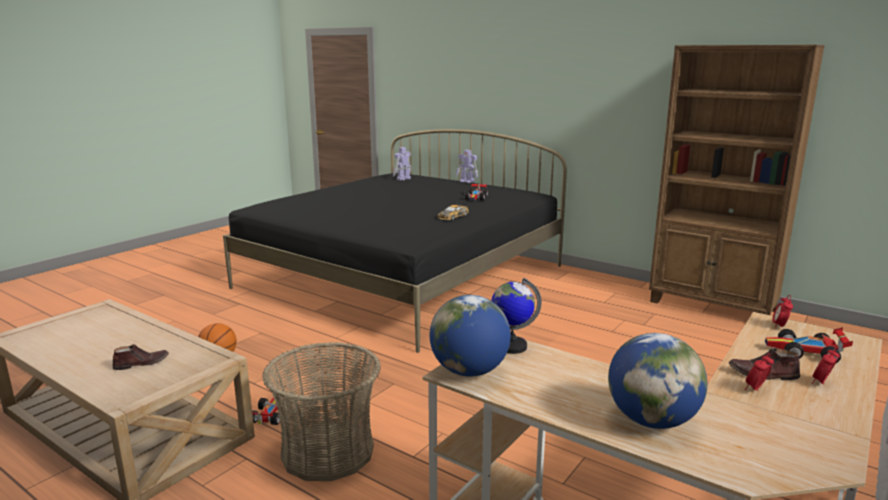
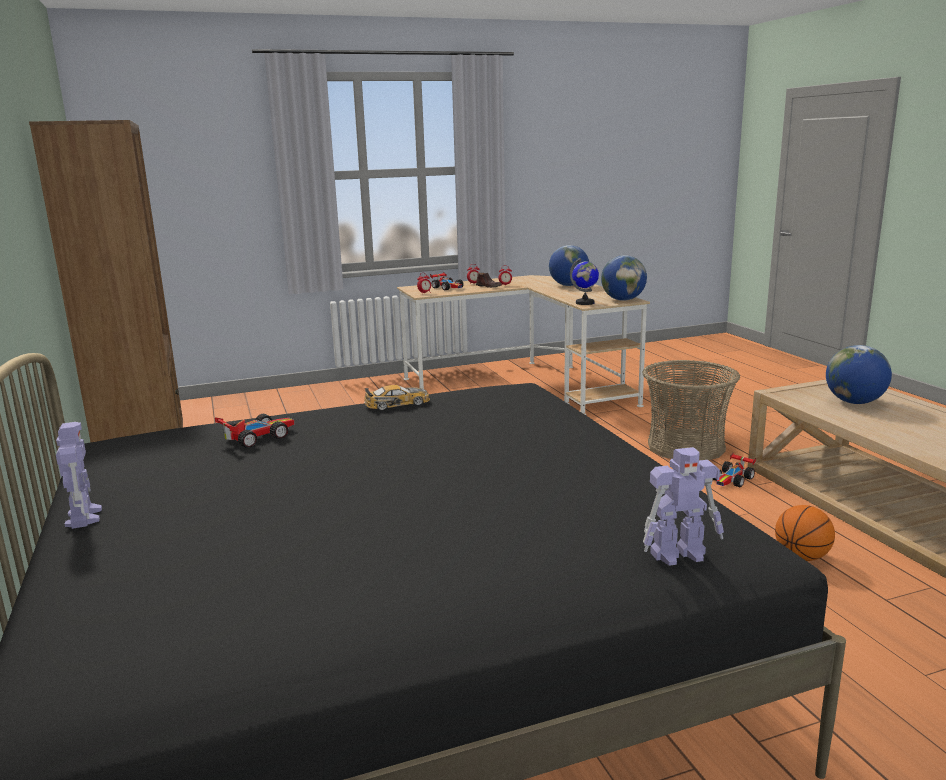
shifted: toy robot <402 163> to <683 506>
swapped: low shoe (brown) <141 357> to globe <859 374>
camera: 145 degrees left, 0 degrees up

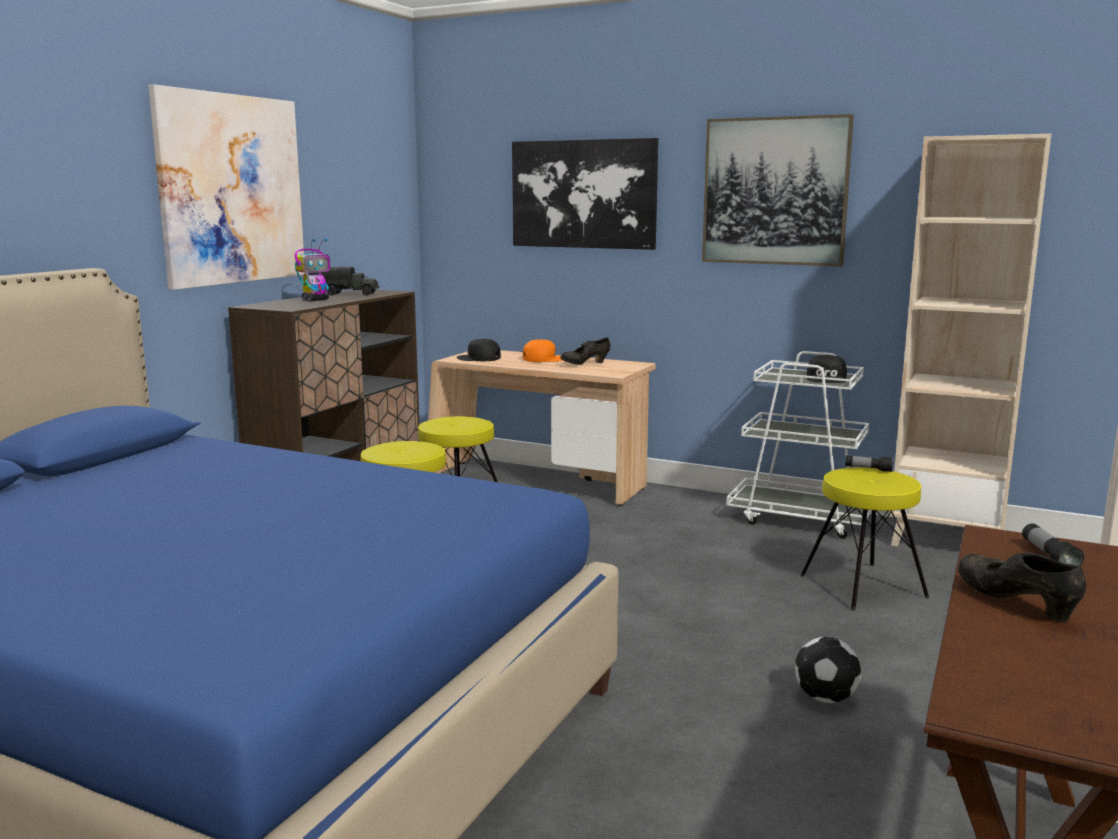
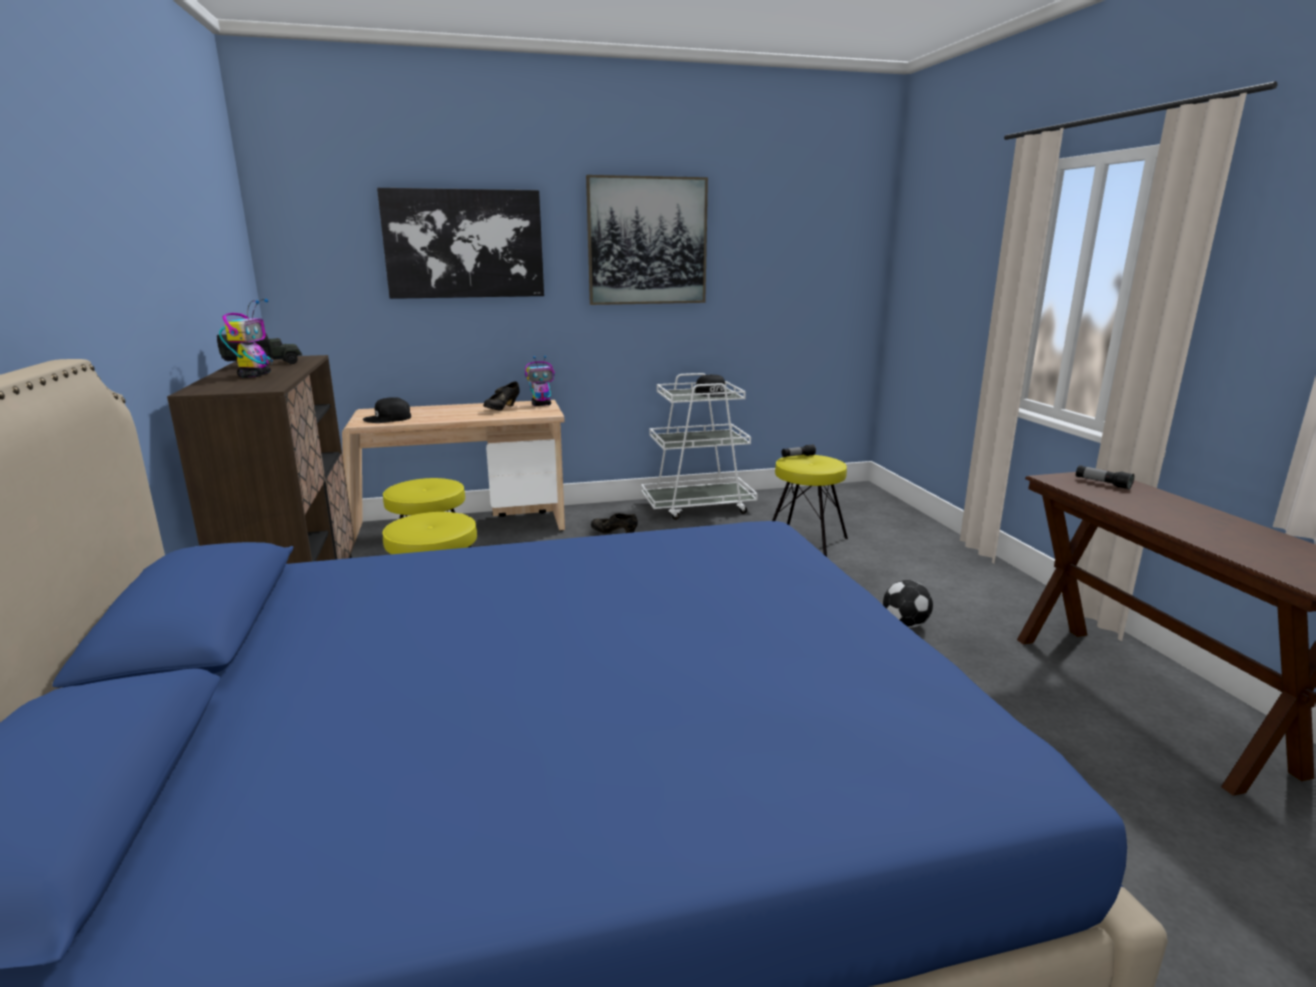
gone: wall art <226 187>; baseball cap (orange-coloured) <543 350>; bookshelf (beige-coloured) <970 340>
new: toy robot <540 380>
shifted: low shoe (black) <1022 587> to <614 523>
camera: 40 degrees left, 5 degrees up

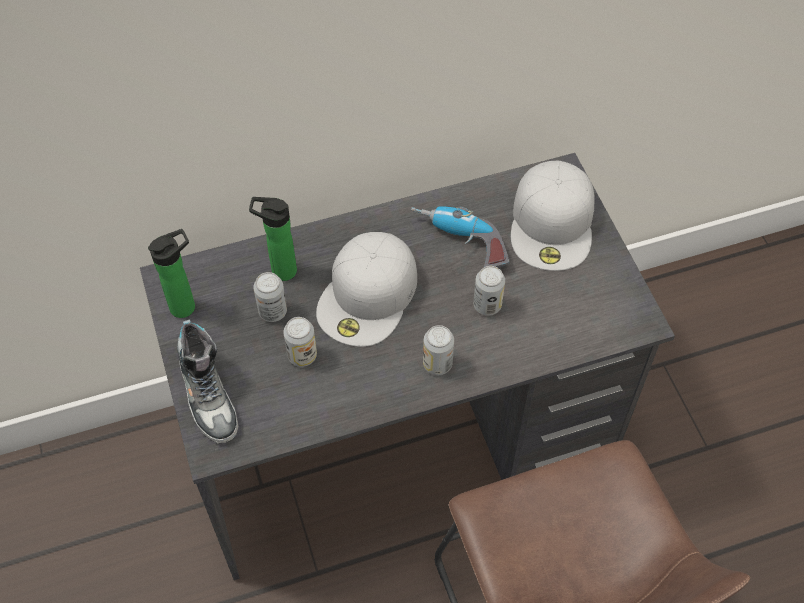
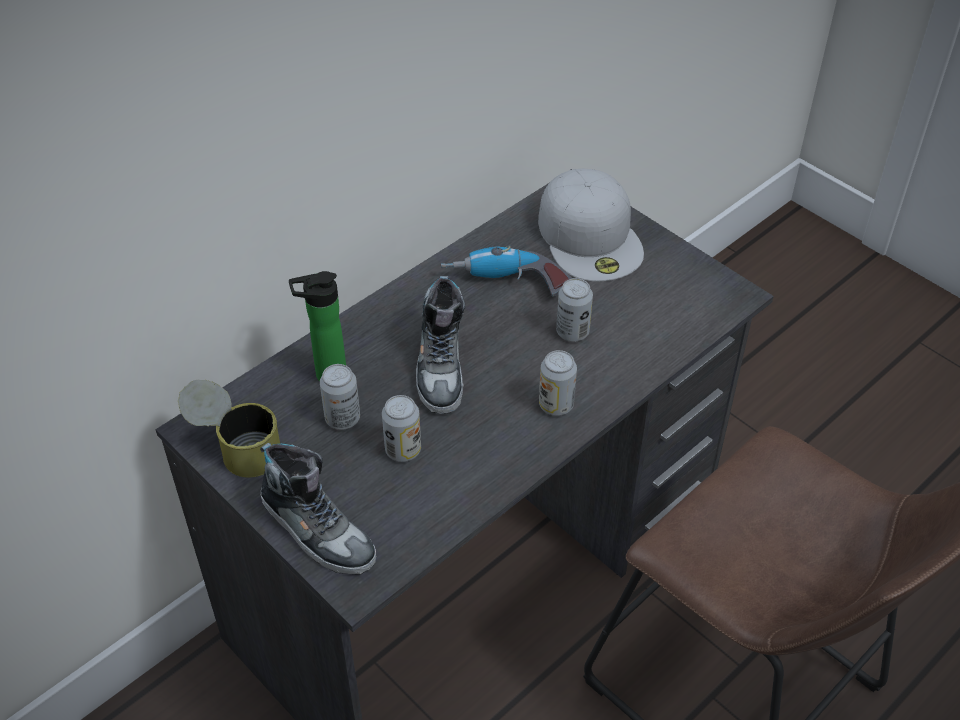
swapped: bottle <171 273> to can <229 429>; baseball cap (white-coloured) <366 289> to low shoe <441 345>
camera: 25 degrees left, 10 degrees down

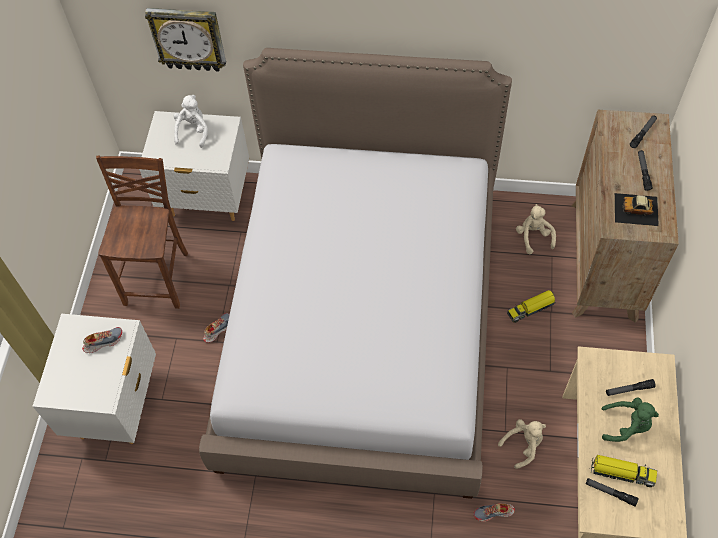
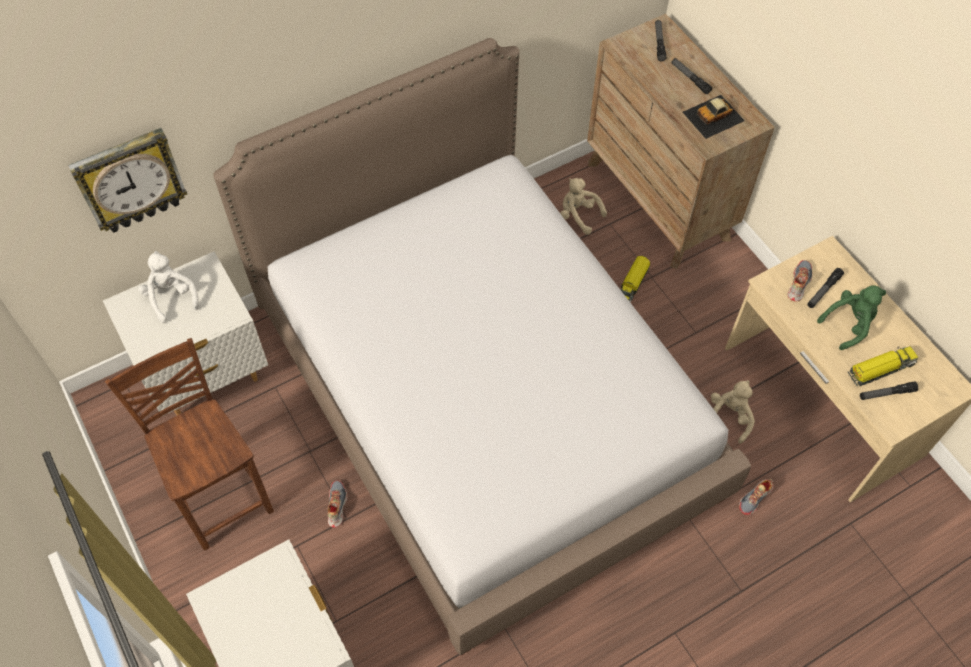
shifted: low shoe <102 340> to <800 280>
camera: 40 degrees left, 0 degrees up

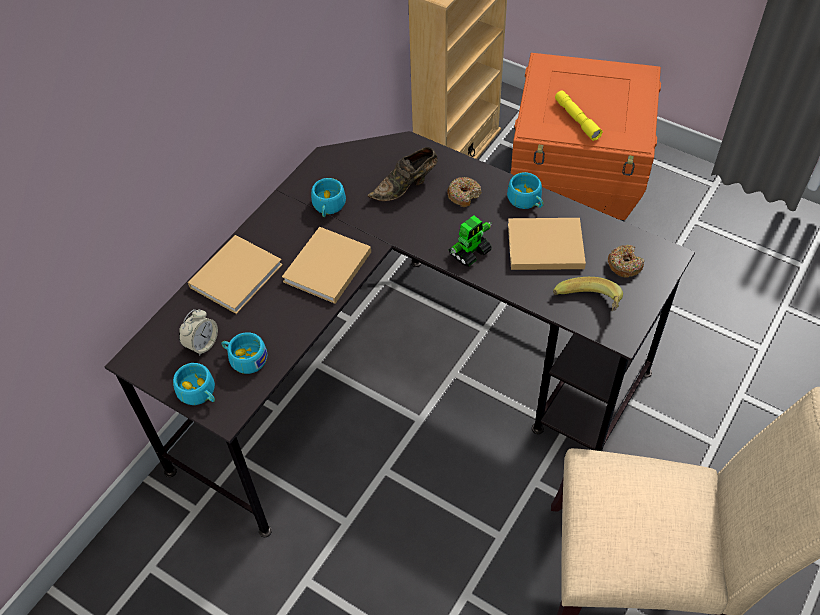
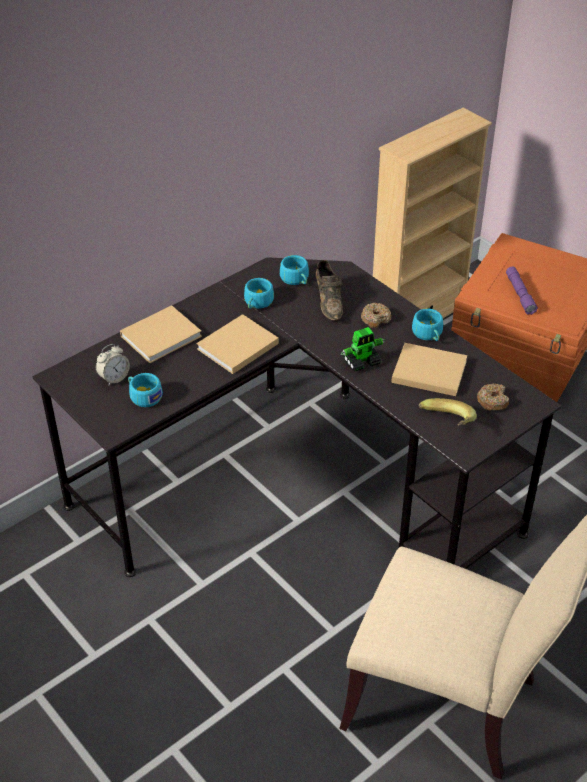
shifted: small cup (blue-green) <194 384> to <294 270>
repainted: flashlight (yellow-coloured) <579 115> to flashlight (purple) <522 291>
rotated: low shoe (brown) <403 174> = <329 290> 90 degrees counterclockwise
camera: 15 degrees right, 10 degrees down

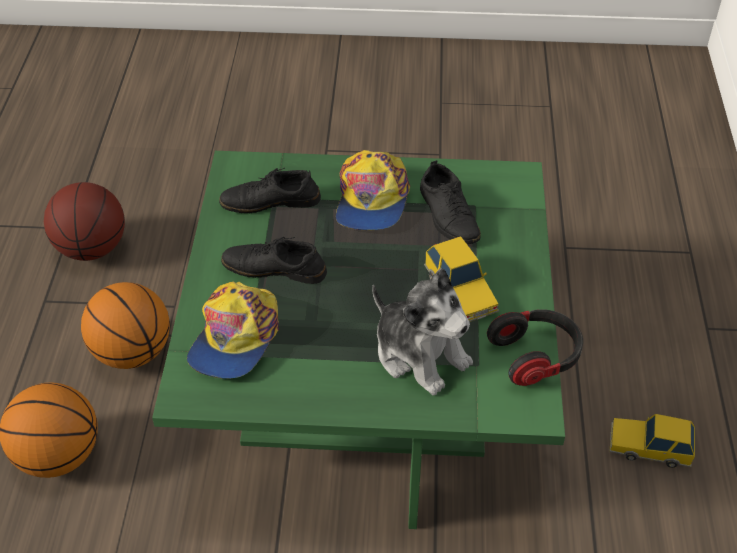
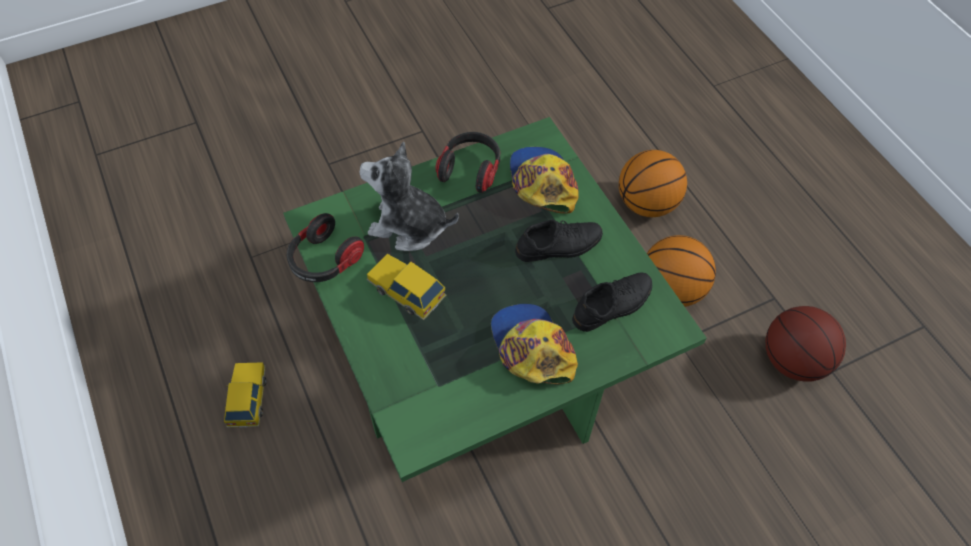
gone: low shoe (black) <450 202>
new: pair of headphones <467 162>
rotated: toy car <652 441> = <245 395> 75 degrees counterclockwise
camera: 150 degrees right, 10 degrees up

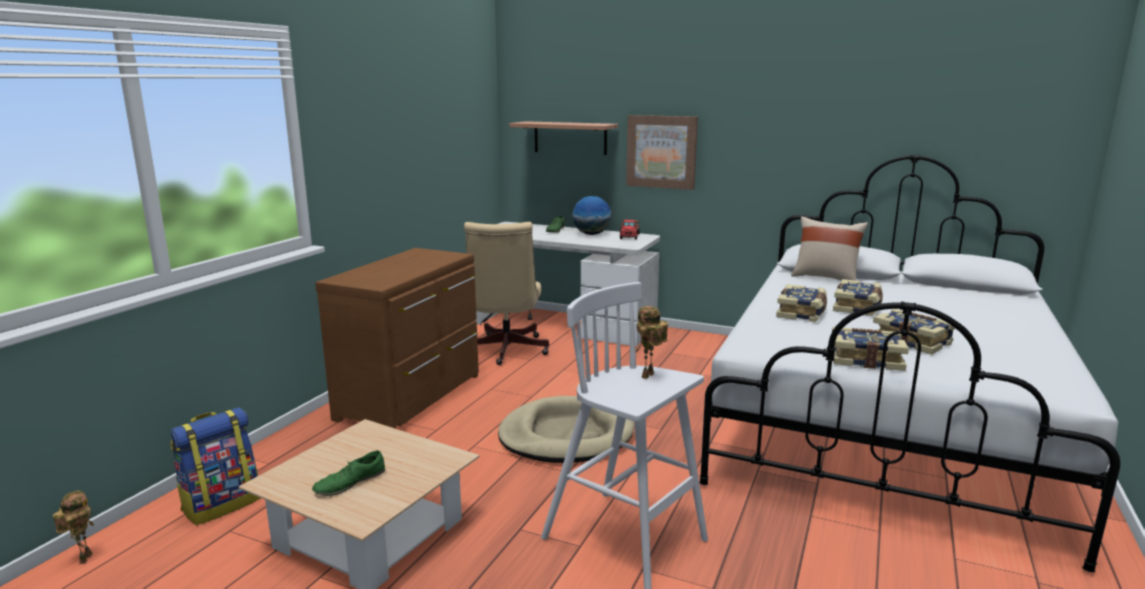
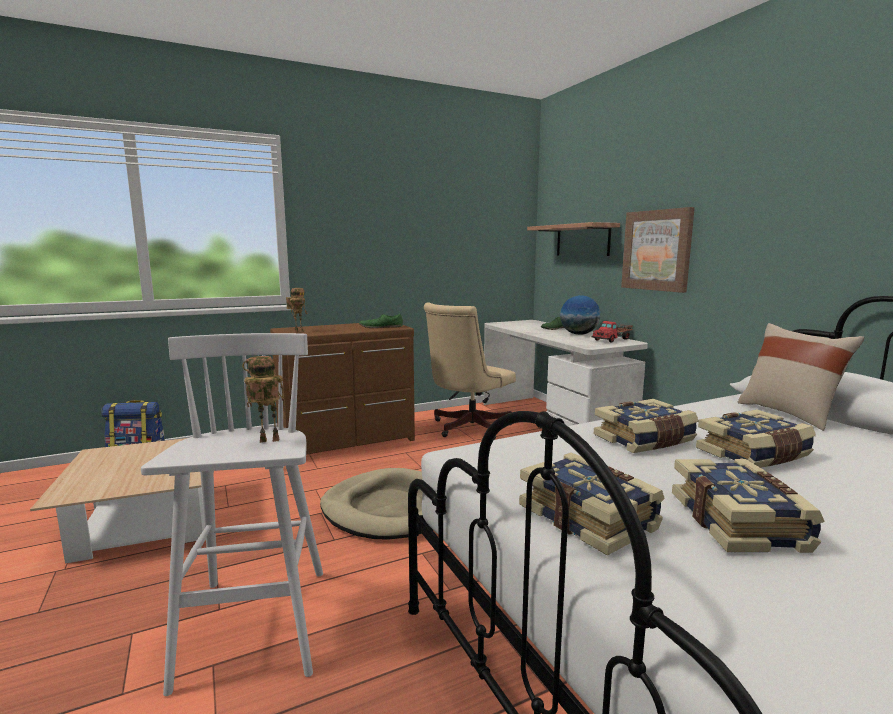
shifted: toy robot <73 527> to <297 310>; low shoe (green) <348 473> to <381 321>
camera: 40 degrees right, 5 degrees down

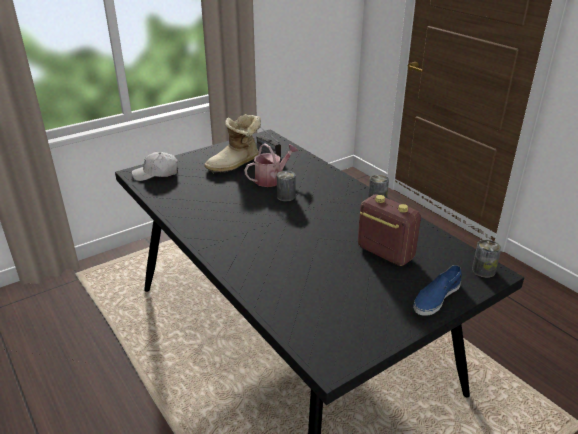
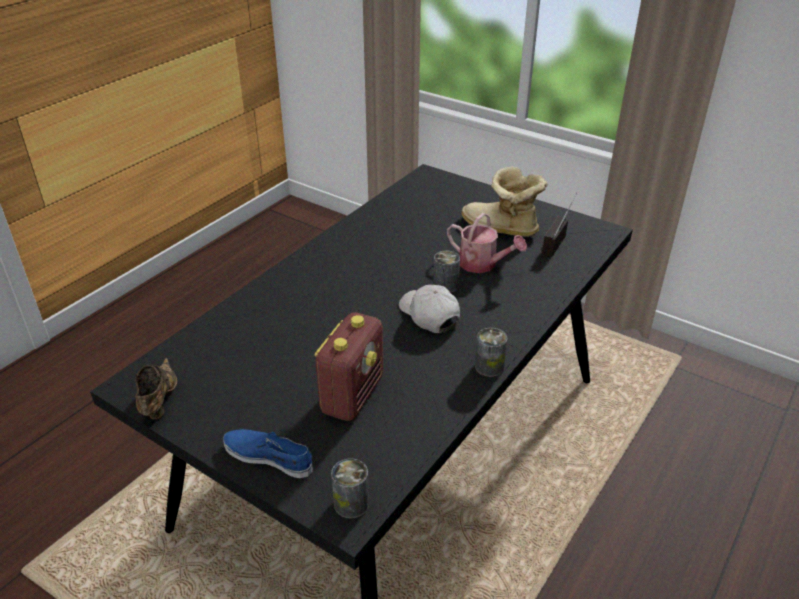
new: low shoe (brown) <156 389>
shifted: baseball cap (white-coloured) <155 166> to <429 309>
camera: 70 degrees right, 5 degrees up

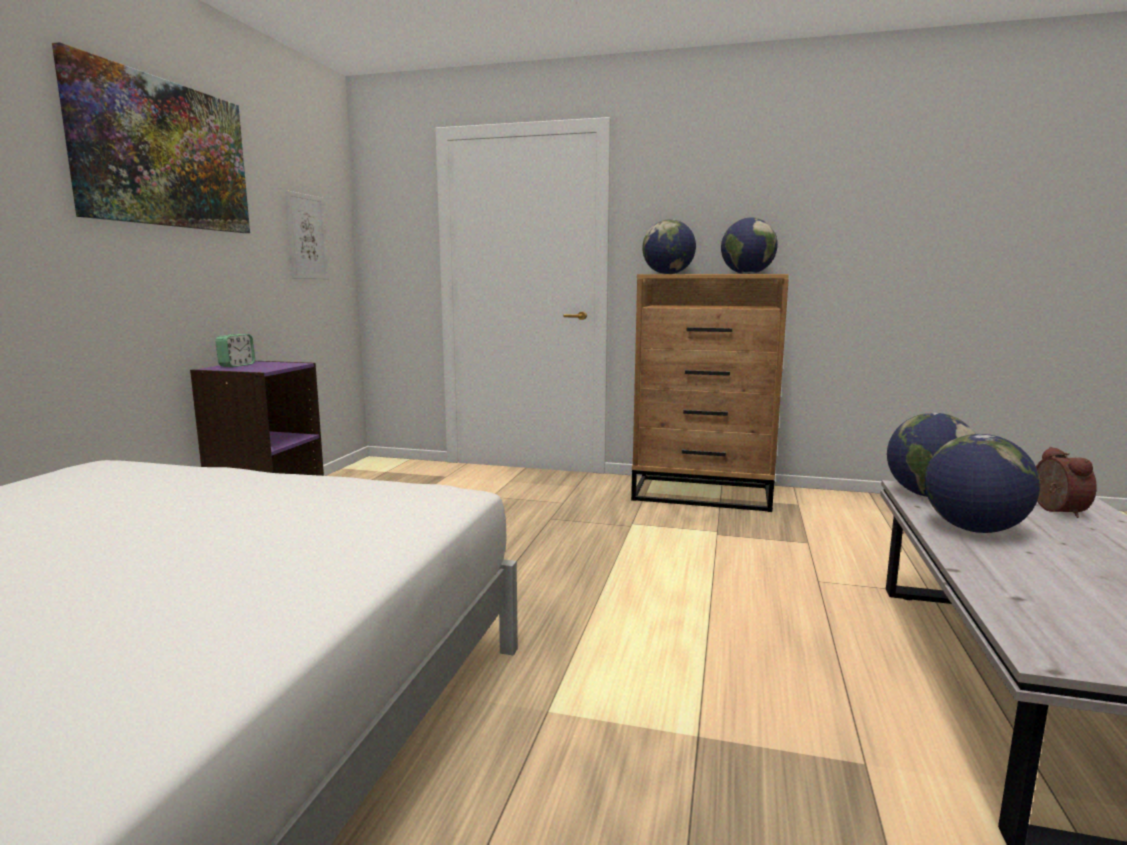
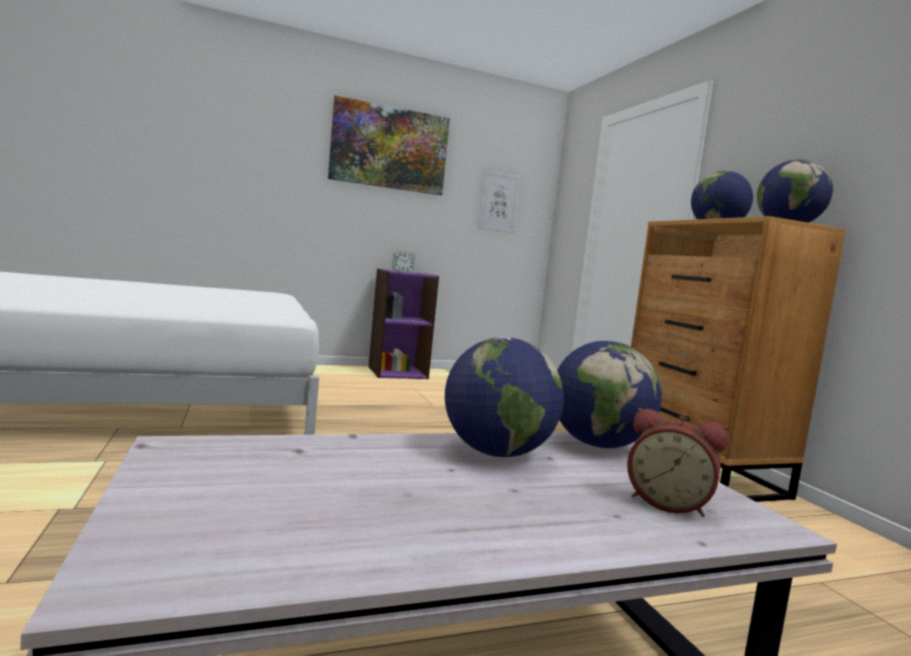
rotated: table clock <1066 482> = <678 462> 60 degrees clockwise
camera: 55 degrees right, 5 degrees down

